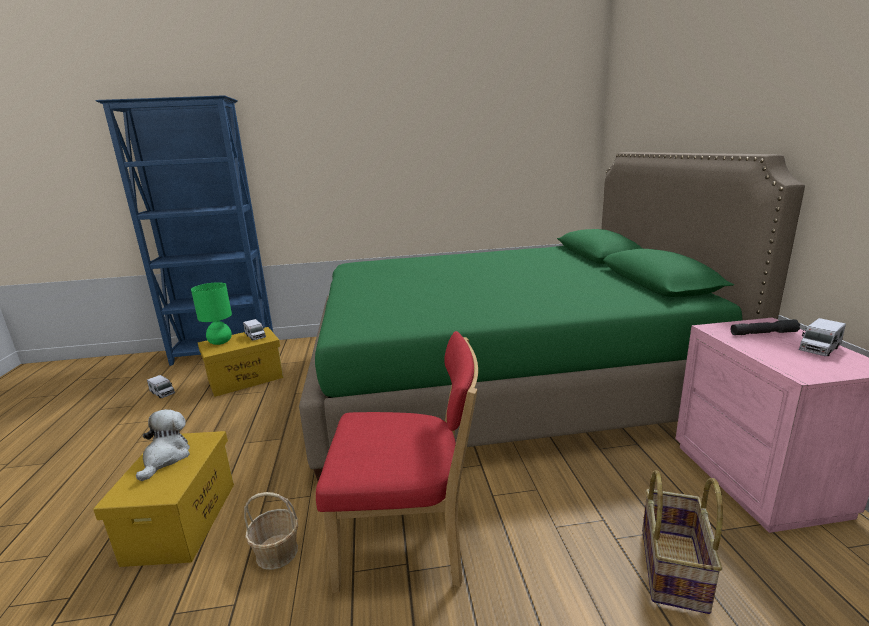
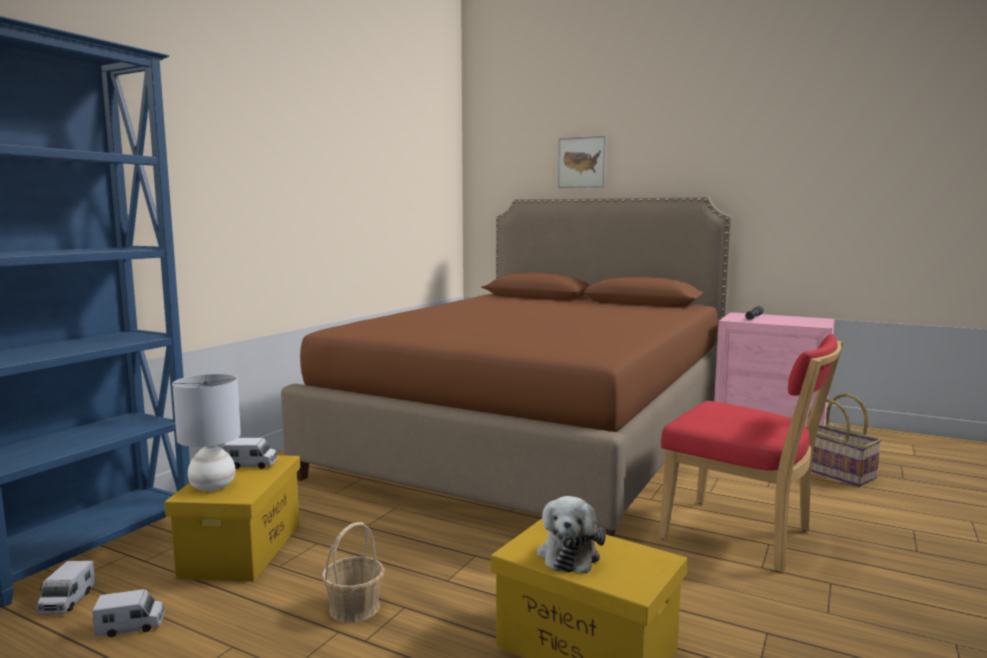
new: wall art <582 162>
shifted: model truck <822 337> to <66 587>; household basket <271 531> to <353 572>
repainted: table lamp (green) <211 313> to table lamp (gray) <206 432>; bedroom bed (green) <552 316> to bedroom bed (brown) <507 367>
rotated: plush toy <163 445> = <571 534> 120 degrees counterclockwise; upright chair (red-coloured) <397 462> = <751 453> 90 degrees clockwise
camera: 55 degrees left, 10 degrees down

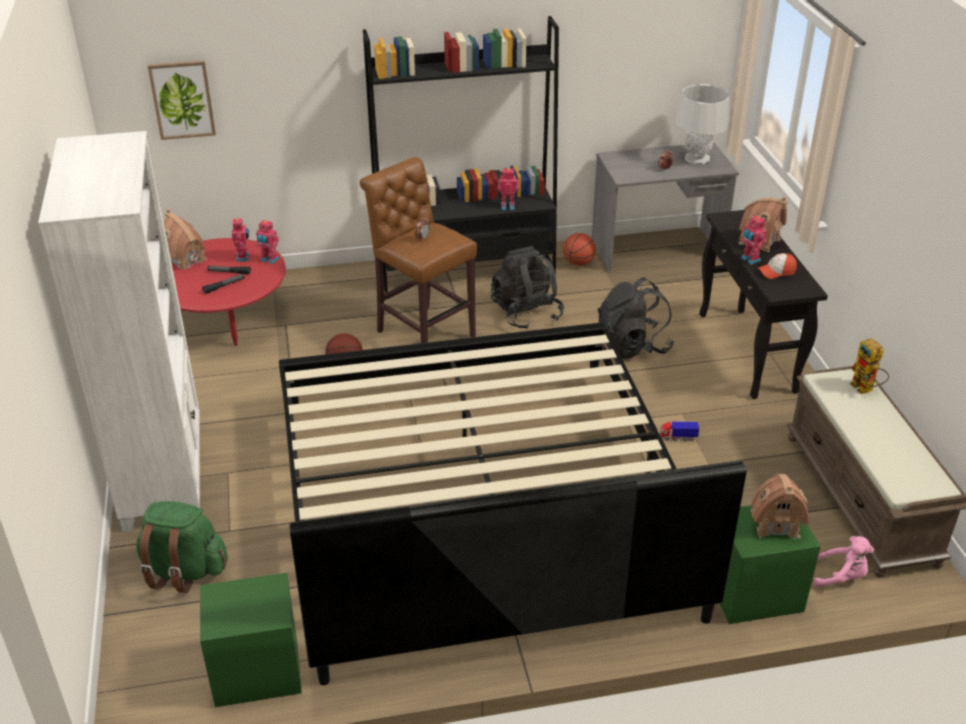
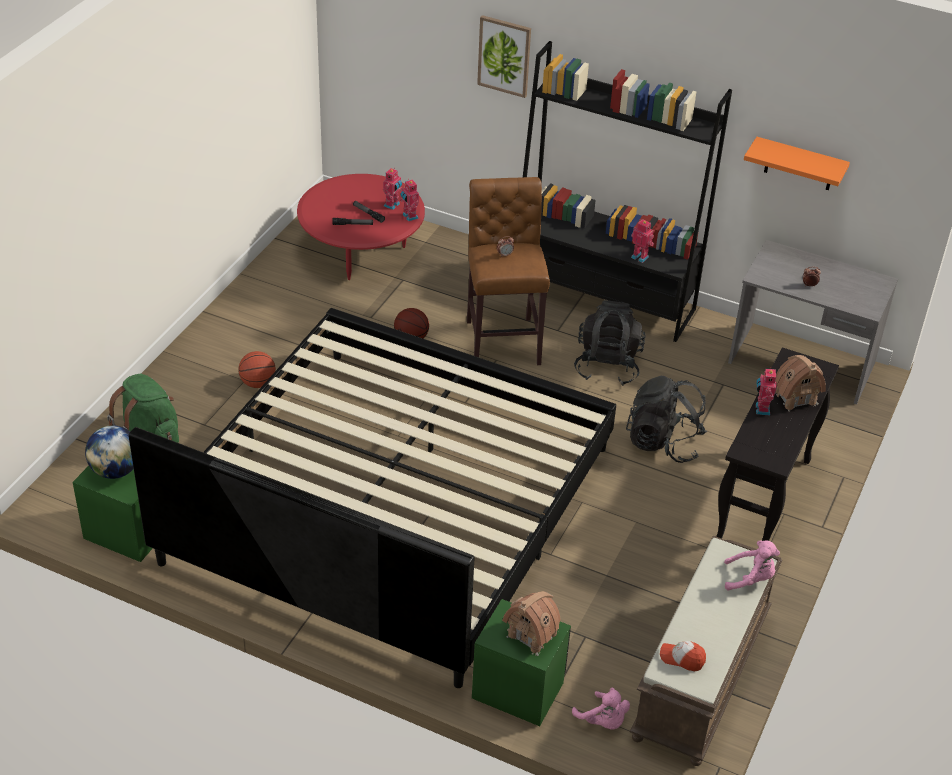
gone: bookshelf (white-coloured) <119 331>; toy house <185 239>; model truck <679 431>; table lamp (gray) <702 124>
new: globe <109 452>; wall shelf (orange-coloured) <797 163>
shifted: basketball ball <579 249> to <257 369>; wall art <182 100> to <504 56>; baseball cap <777 266> to <683 656>
swapped: toy robot <869 366> to plush toy (pinkish) <752 565>
camera: 35 degrees right, 5 degrees up

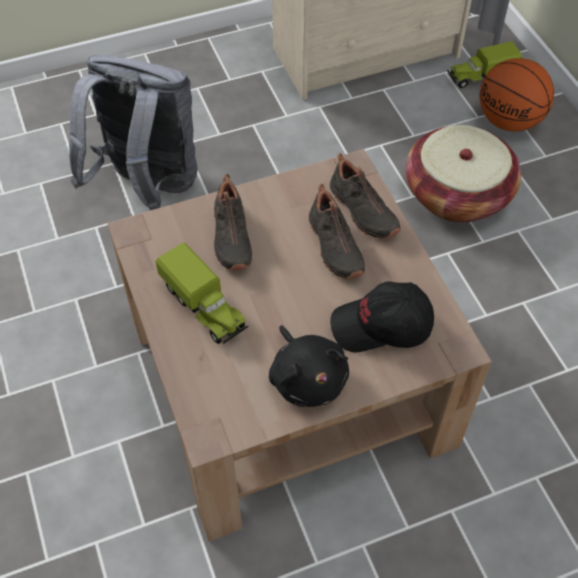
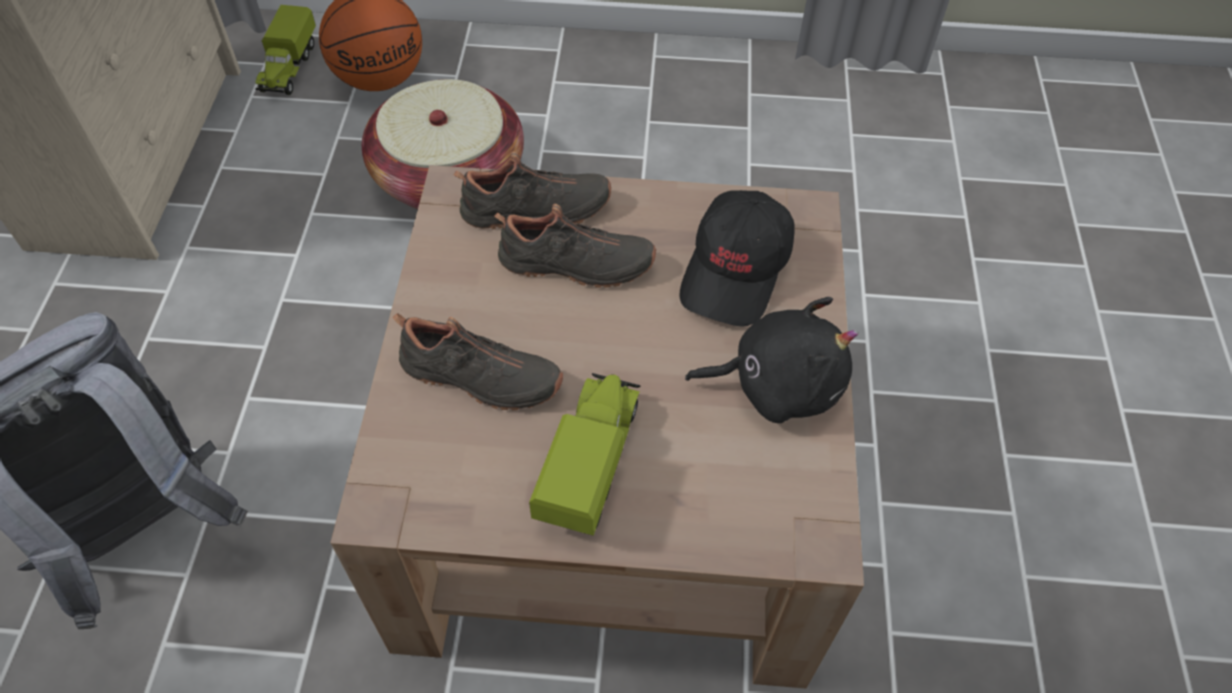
rotated: model truck <202 293> = <585 454> 60 degrees counterclockwise
camera: 65 degrees left, 0 degrees up

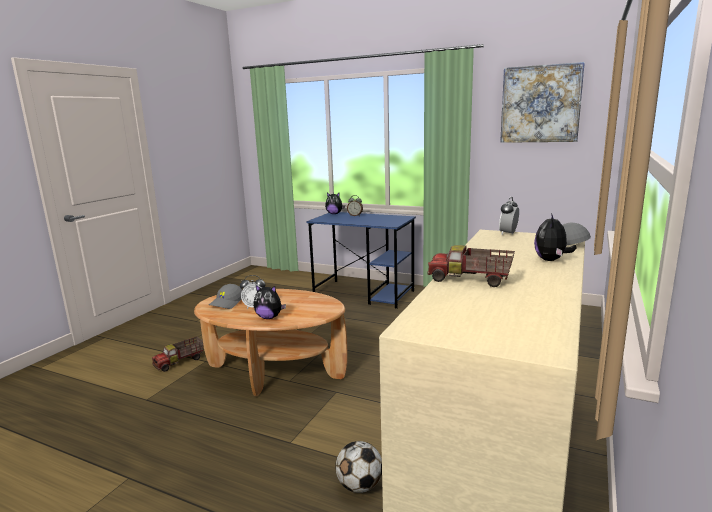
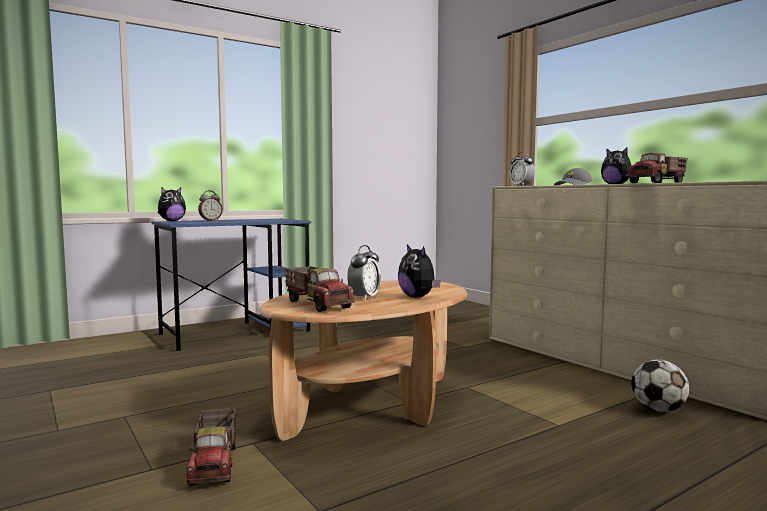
gone: wall art <542 102>
swapped: baseball cap (gray) <225 296> to model truck <319 289>
rotated: plush toy <270 302> = <419 271> 105 degrees clockwise
camera: 60 degrees left, 10 degrees down

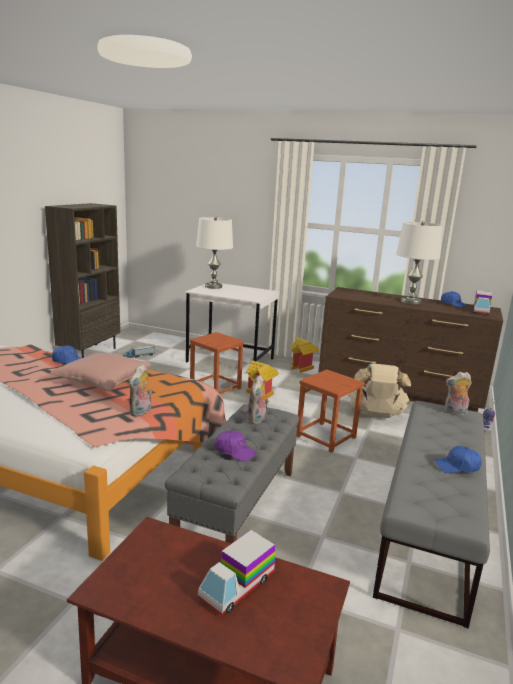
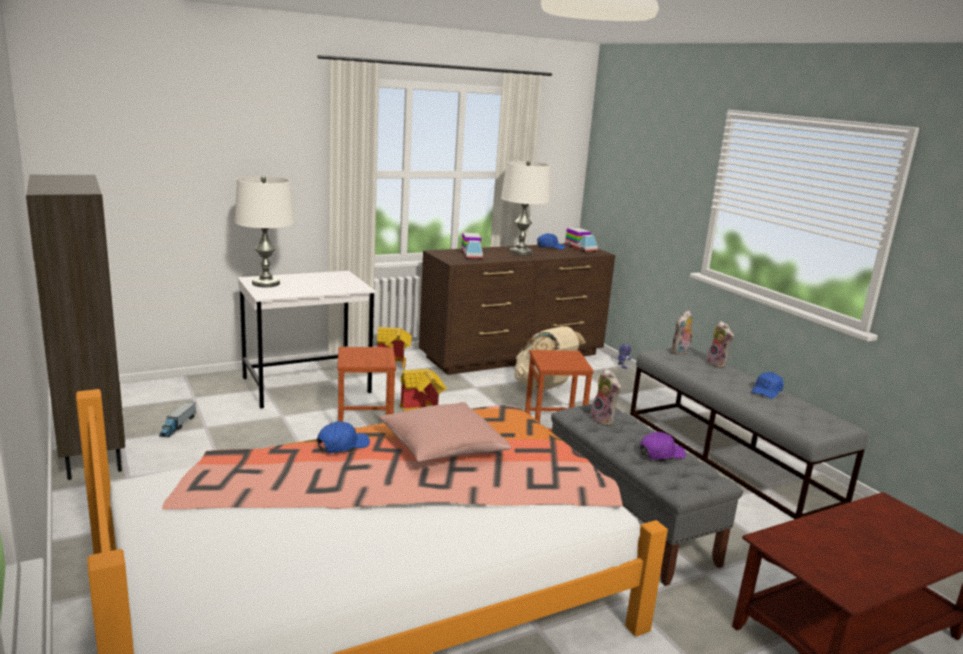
shifted: model truck <236 572> to <472 245>; plush toy <140 390> to <720 344>
camera: 50 degrees left, 0 degrees up

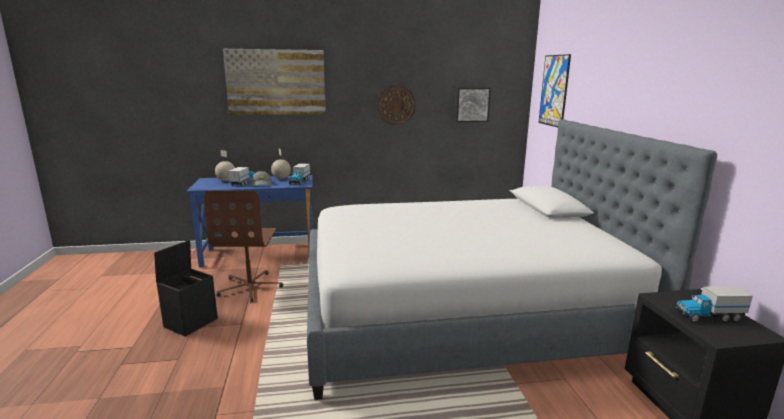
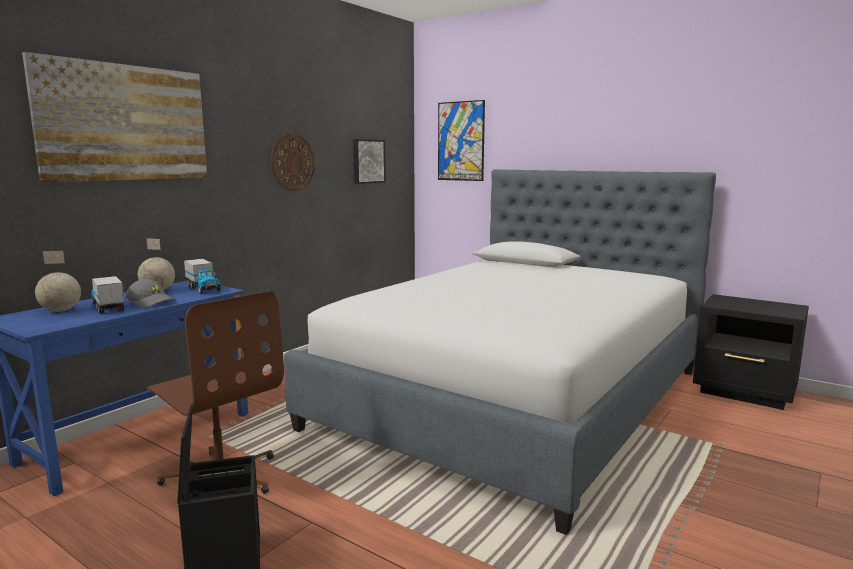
gone: model truck <714 304>
camera: 45 degrees left, 5 degrees down

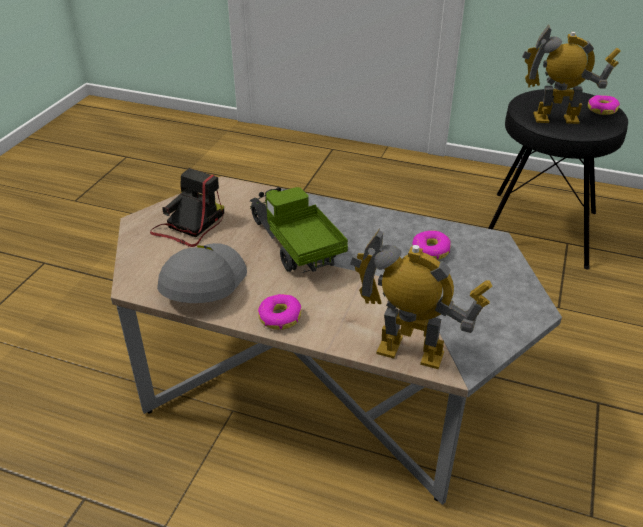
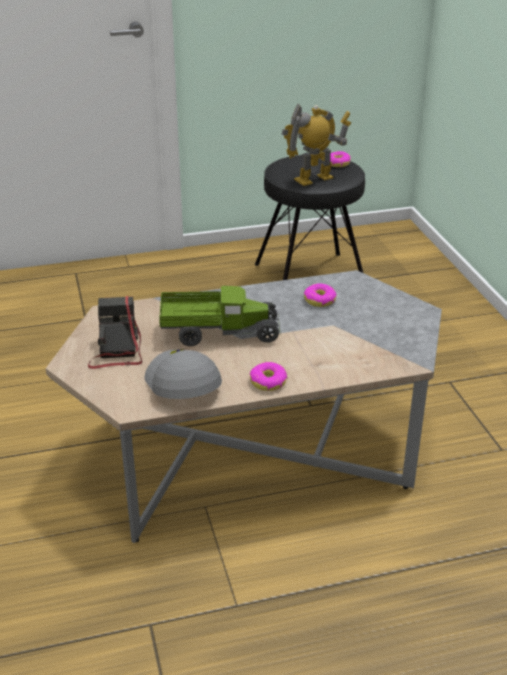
gone: toy robot <421 298>
rotated: model truck <299 230> = <220 316> 150 degrees clockwise
camera: 35 degrees left, 5 degrees down

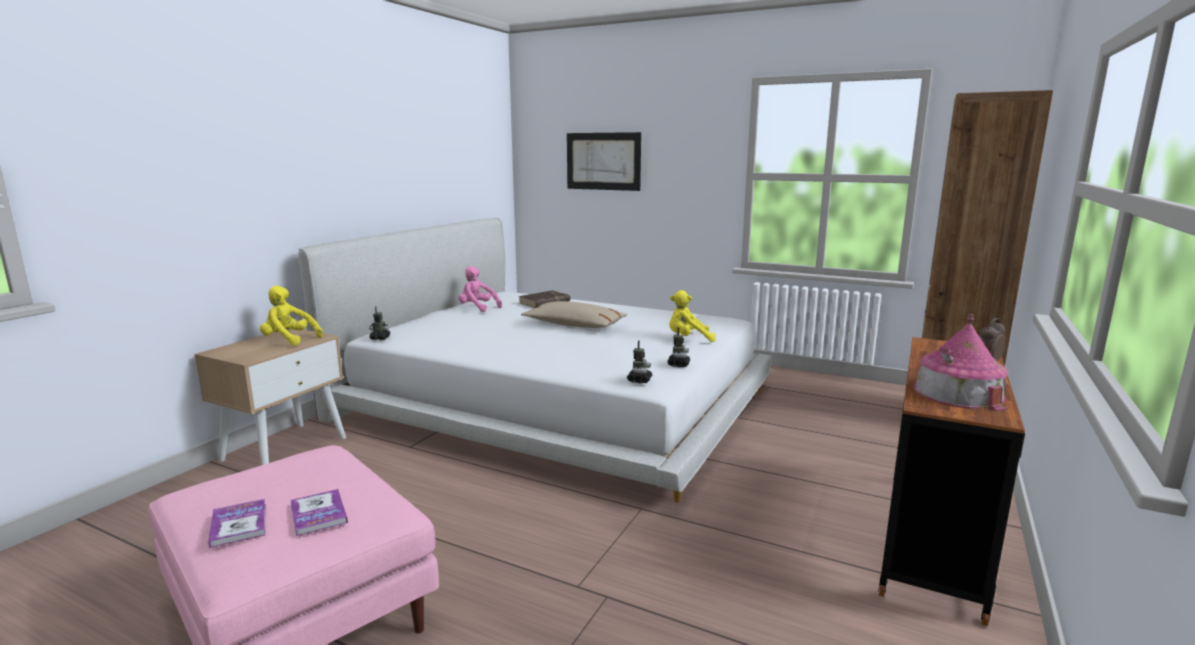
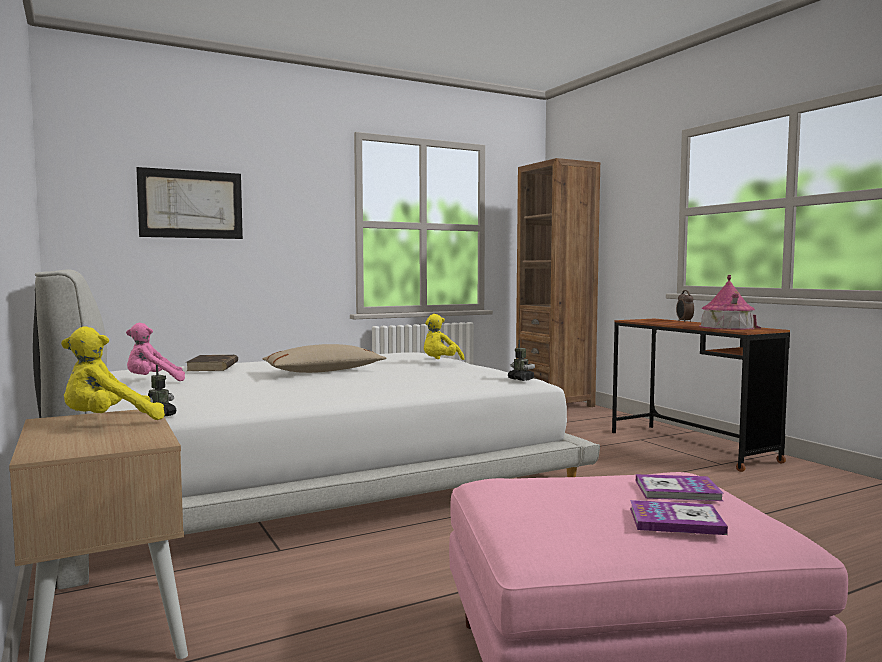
gone: toy robot <678 347>
camera: 55 degrees left, 10 degrees down

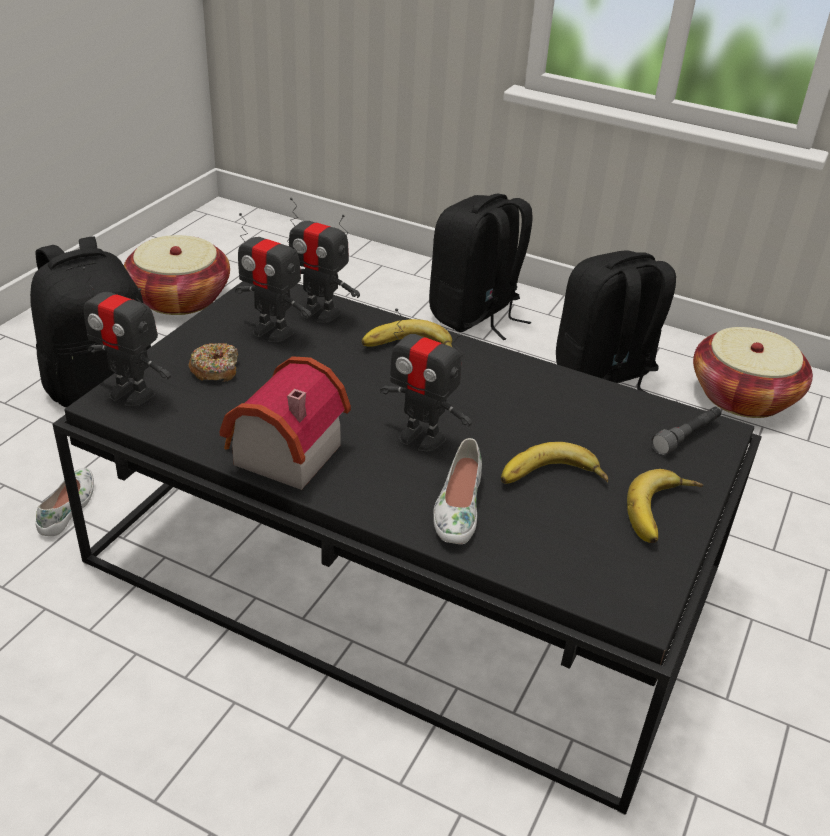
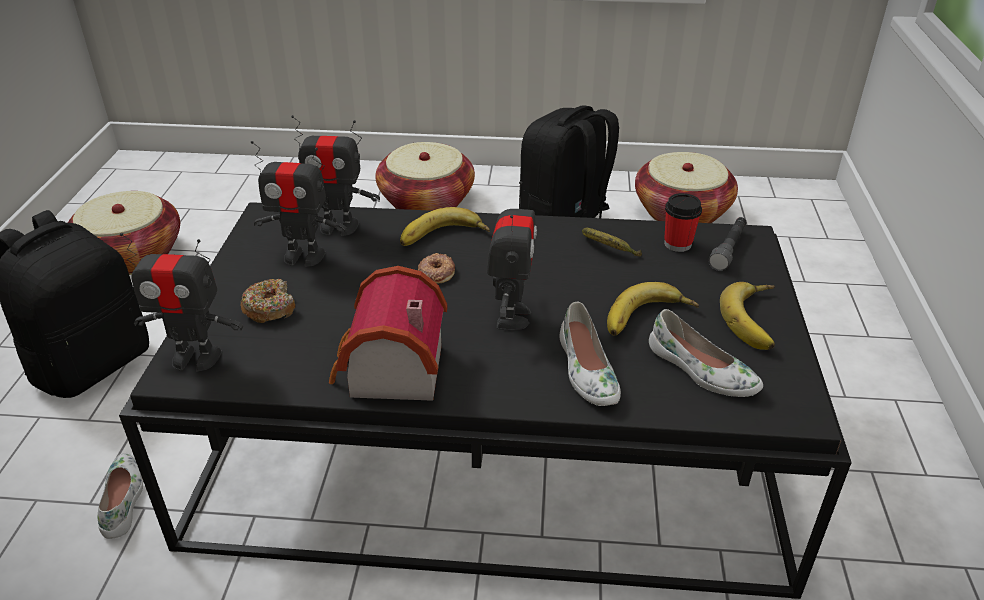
new: doughnut <436 268>; banana fruit <612 242>; low shoe (white-coloured) <706 353>; small cup <683 222>
swapped: backpack (black) <481 266> to household basket <425 176>
rotated: toy robot <426 380> = <512 255> 90 degrees counterclockwise
camera: 20 degrees left, 0 degrees up

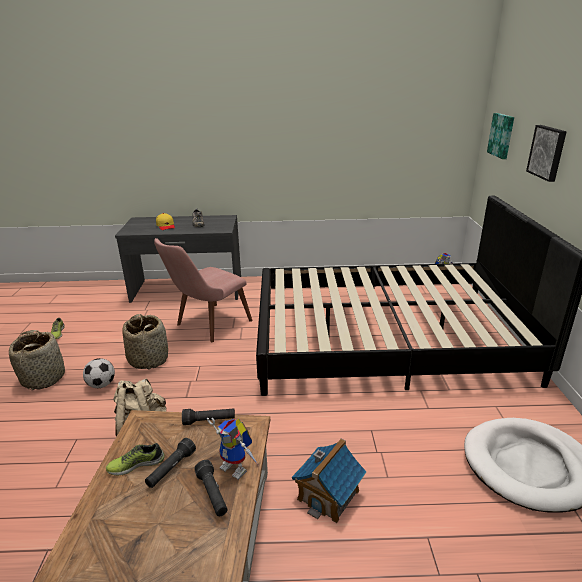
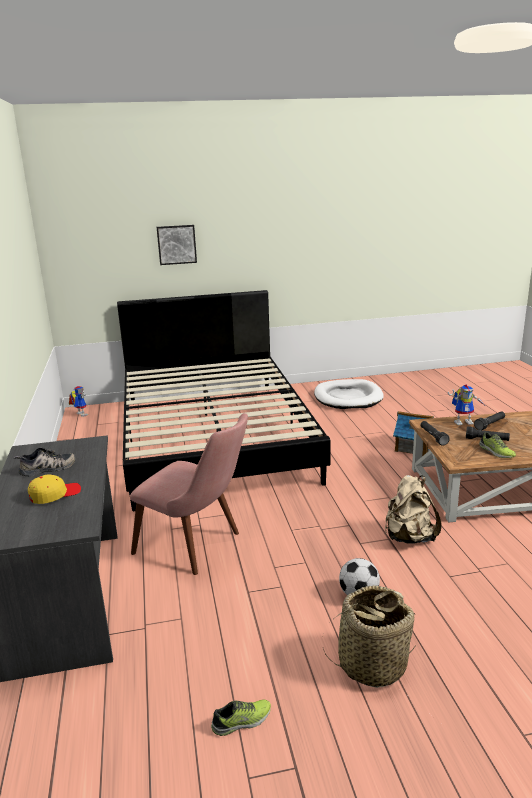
gone: household basket <145 341>; wall art <500 136>
rotated: toy robot <233 449> = <466 405> 60 degrees clockwise
camera: 100 degrees left, 5 degrees down

